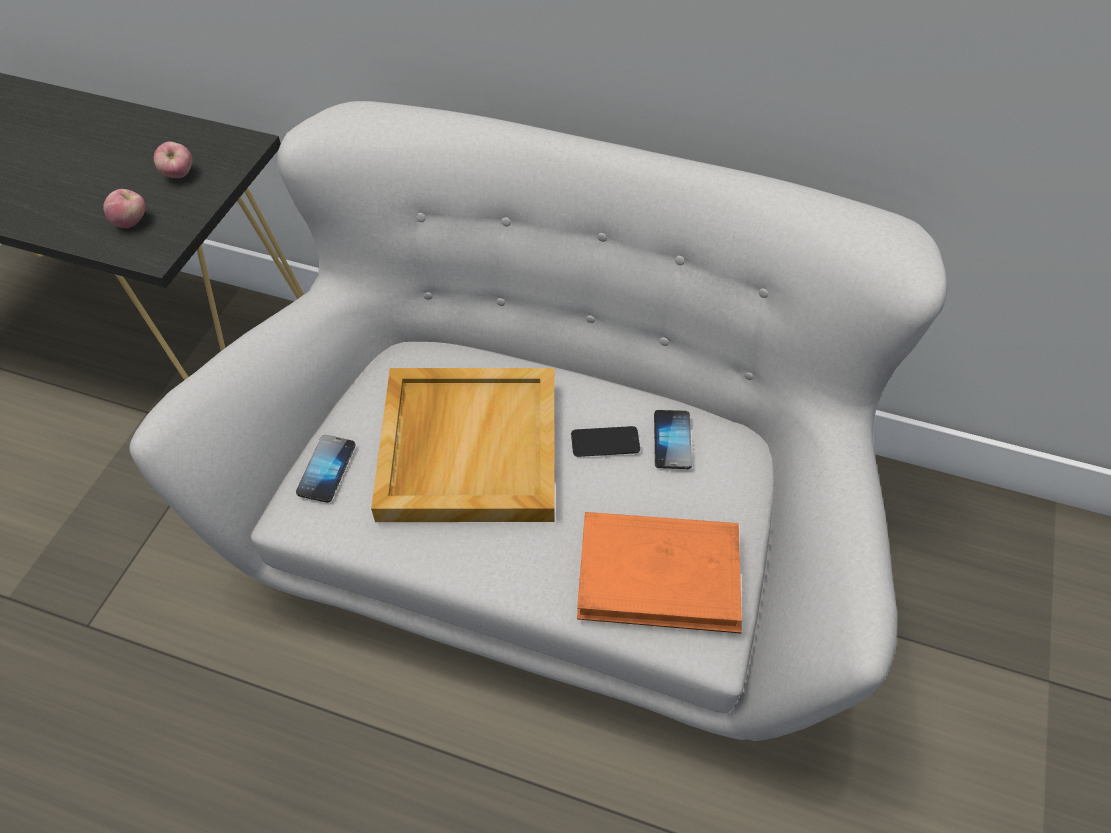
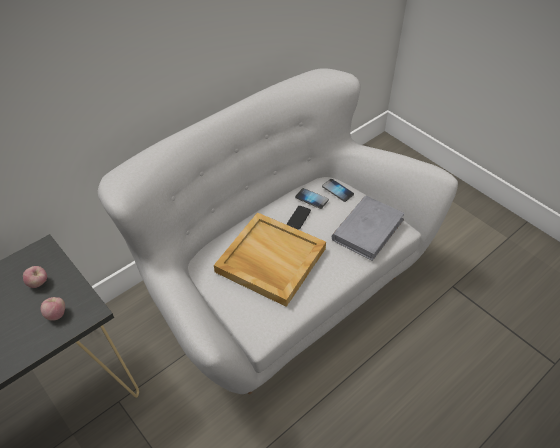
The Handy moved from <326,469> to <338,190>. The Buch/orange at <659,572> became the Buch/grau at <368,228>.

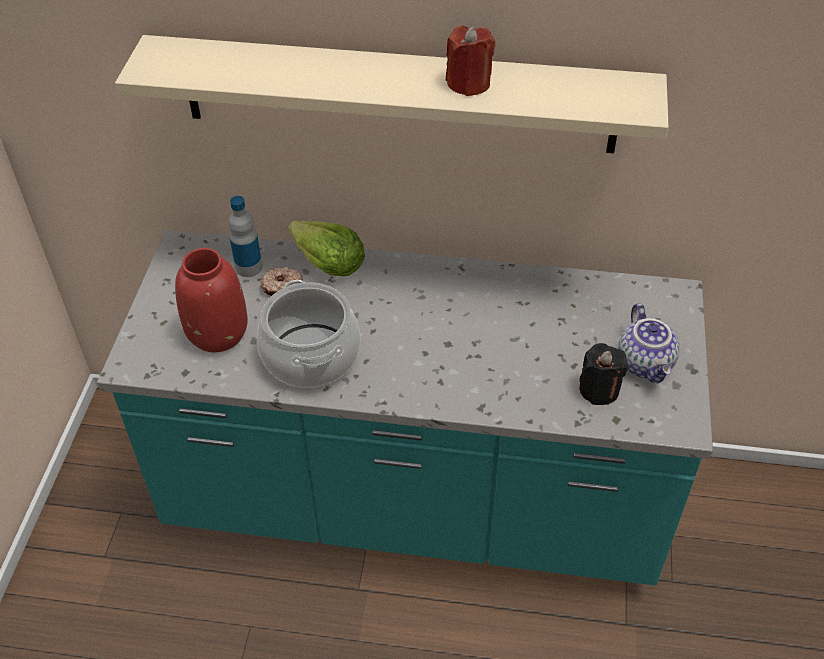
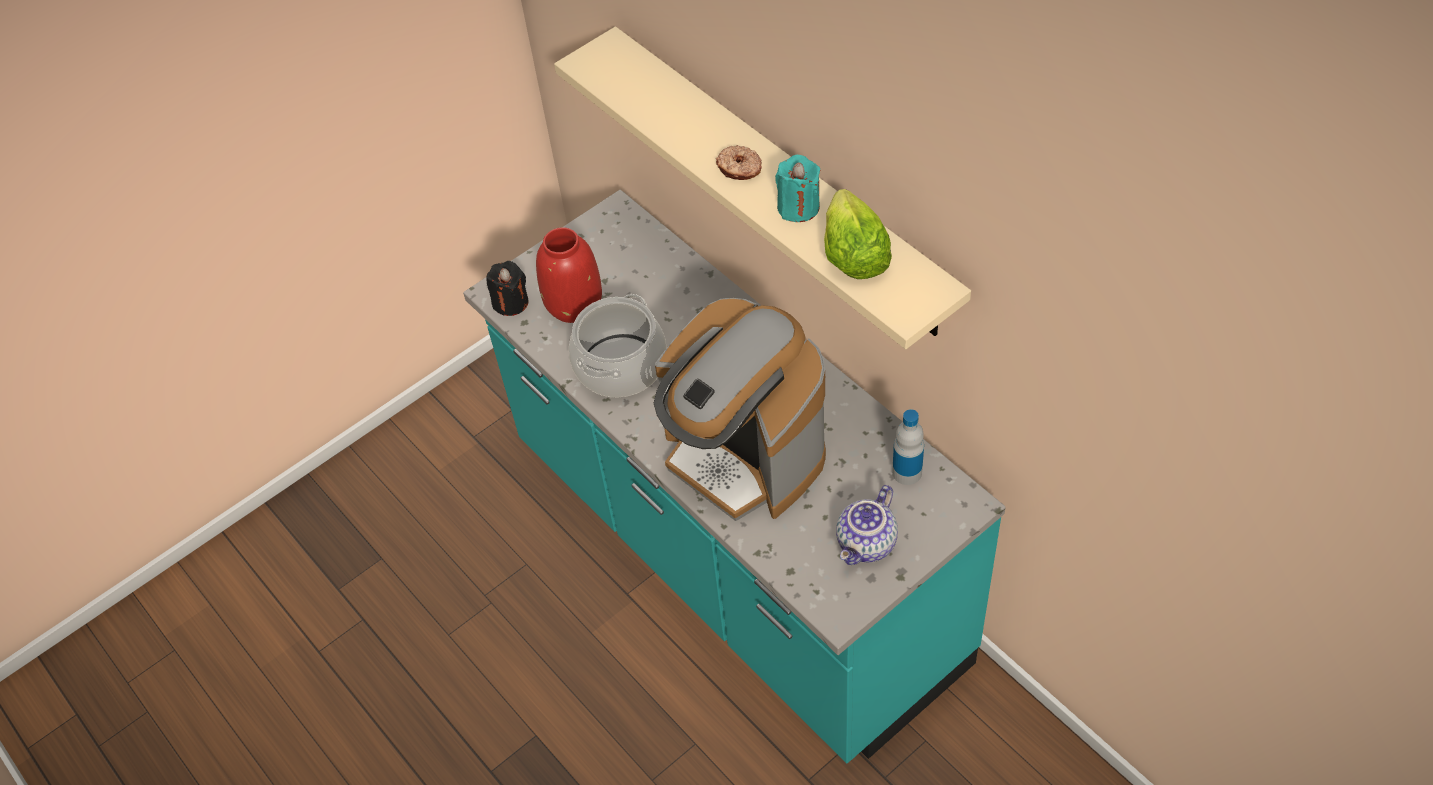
The Flasche moved from <245,236> to <908,447>. The Donut moved from <282,281> to <739,162>. The Salatkopf moved from <326,248> to <858,234>. The Kerze/rot at <470,61> became the Kerze/türkis at <797,188>. The Kerze/schwarz moved from <603,374> to <507,288>. The Kaffeemaschine at <740,409> appeared.

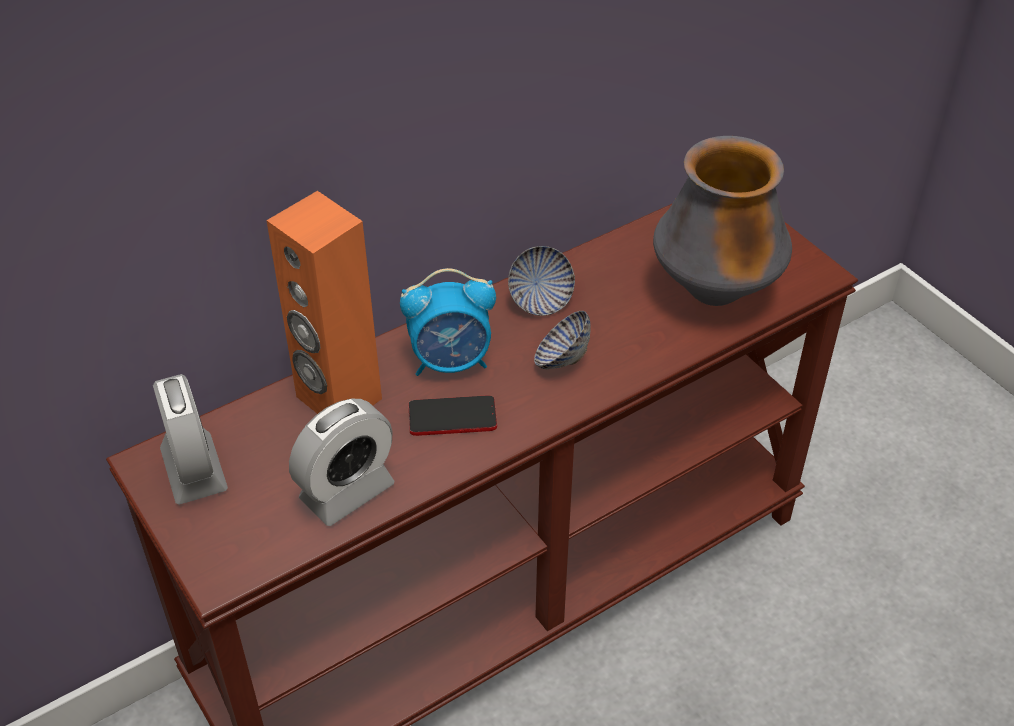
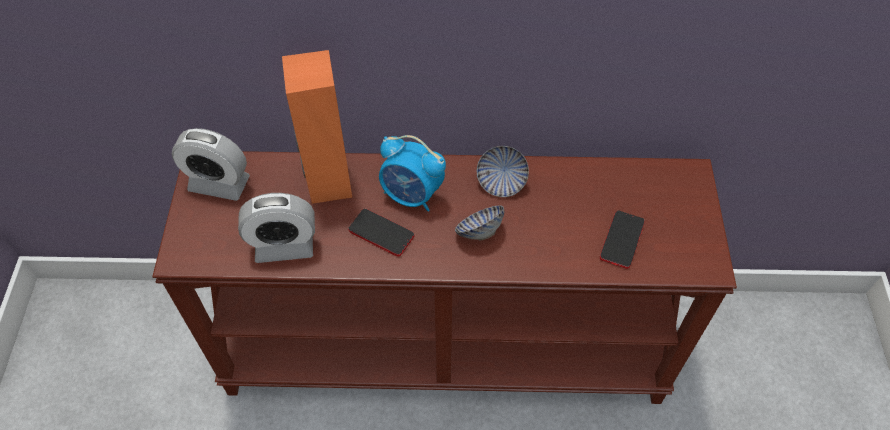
The Wecker at <190,439> turned 90 degrees clockwise. The Vase at <722,221> was replaced by the Handy at <622,239>.

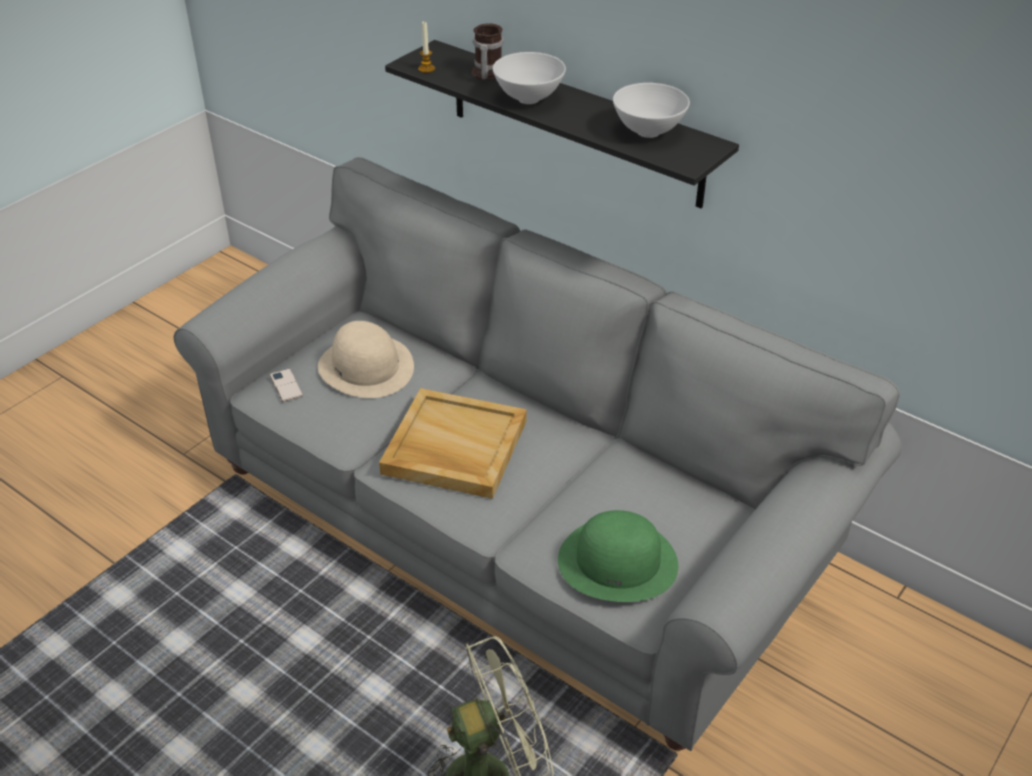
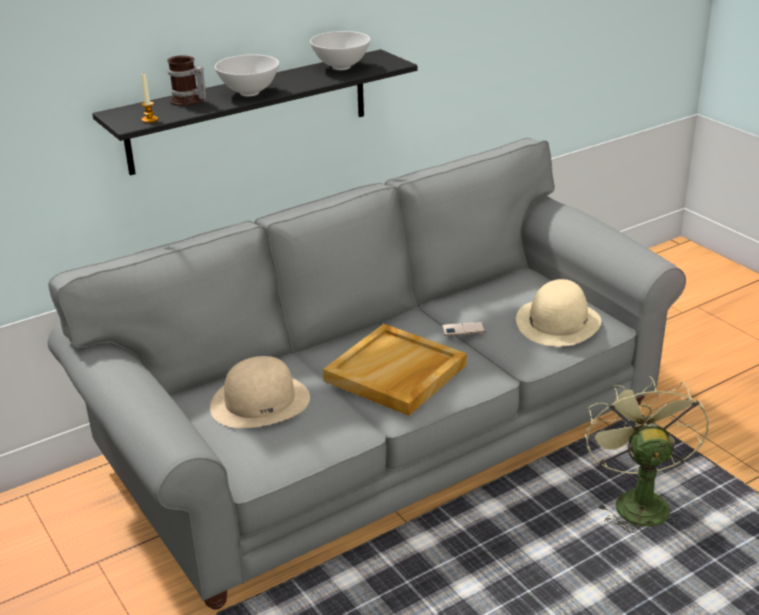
The Handy moved from <286,385> to <463,329>. The Hut/grün at <618,556> became the Hut/beige at <558,313>.

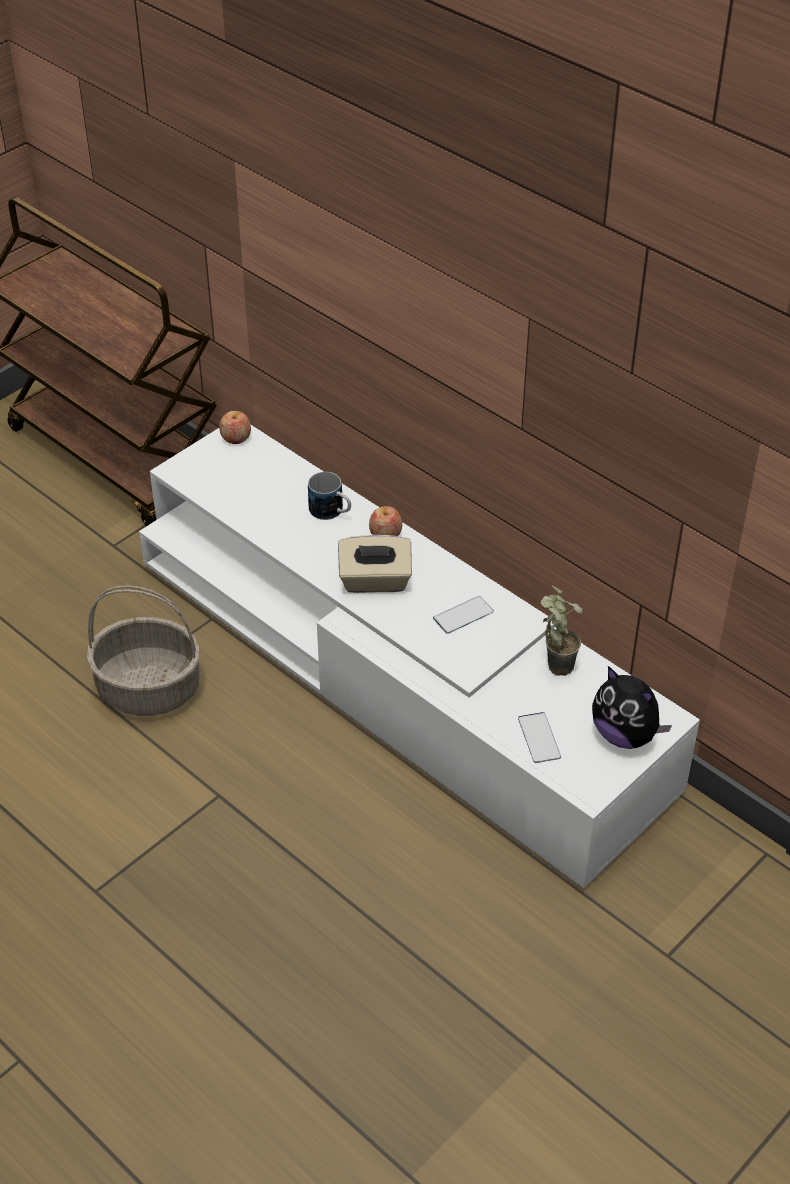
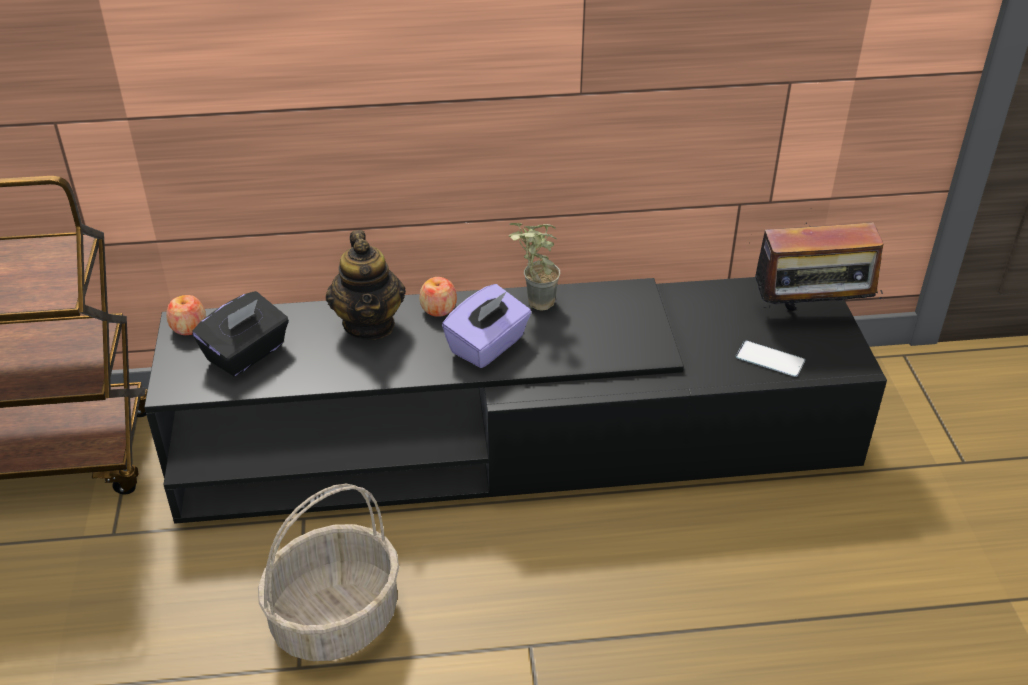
The Fernsehschrank/weiß at <419,656> became the Fernsehschrank/schwarz at <515,400>. The Henkelbecher at <329,496> was replaced by the Teekanne at <366,285>. The Taschentuchbox/beige at <375,564> became the Taschentuchbox/lila at <486,326>. The Handy at <463,615> disappeared. The Topfpflanze moved from <561,631> to <534,267>. The Plüschtier at <632,707> was replaced by the Radio at <819,259>. The Taschentuchbox/schwarz at <240,333> appeared.

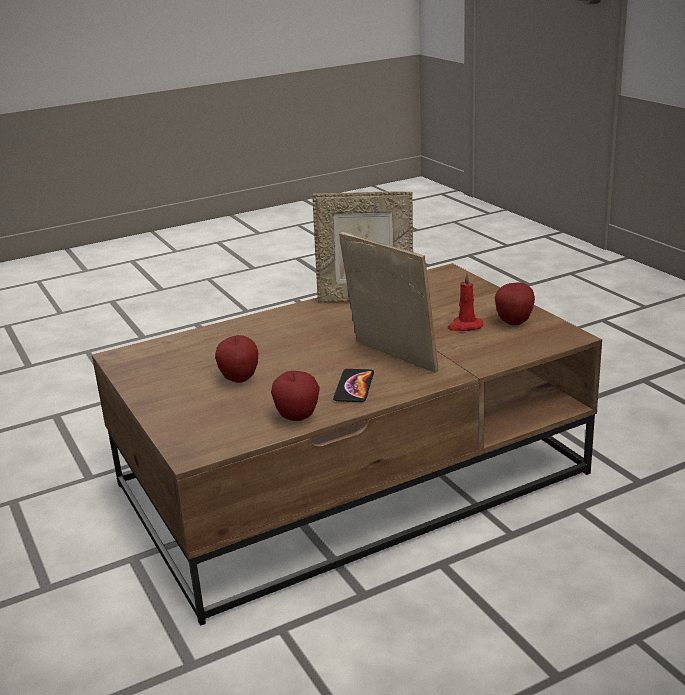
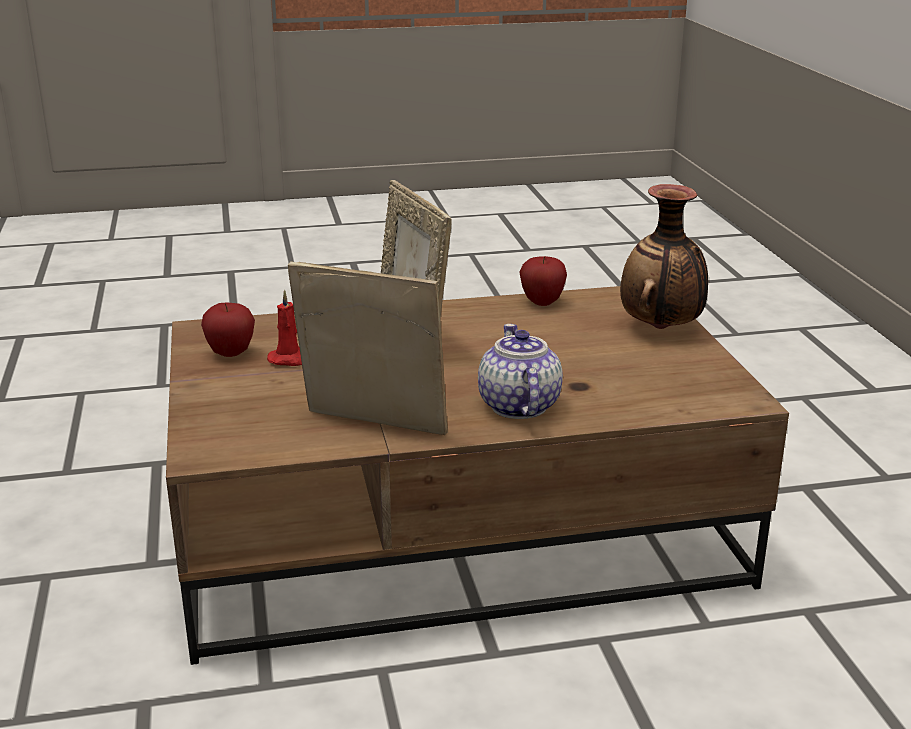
The Apfel at <236,359> disappeared. The Handy at <353,385> disappeared. The Teekanne at <520,371> appeared. The Vase at <664,256> appeared.

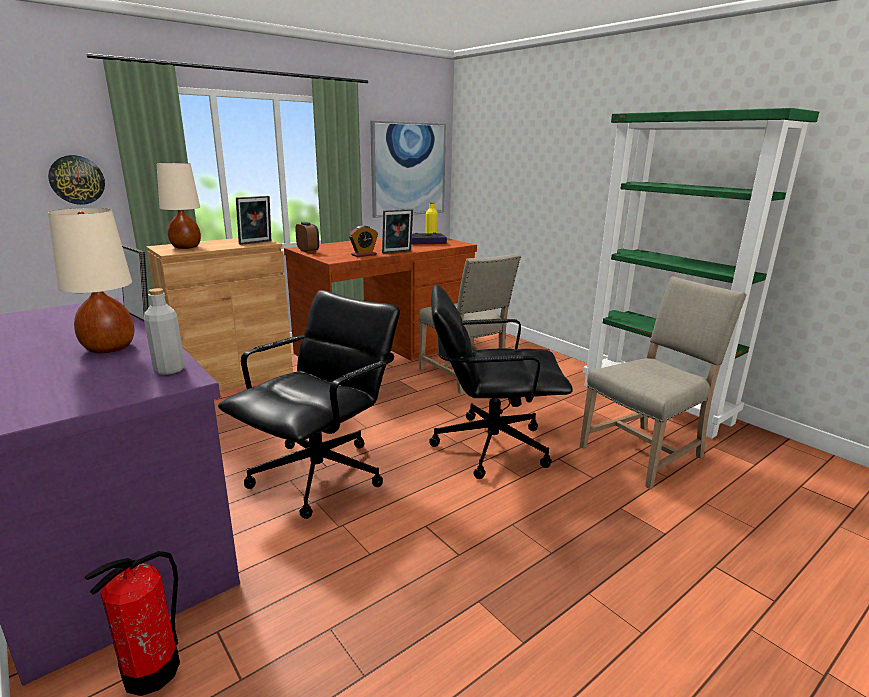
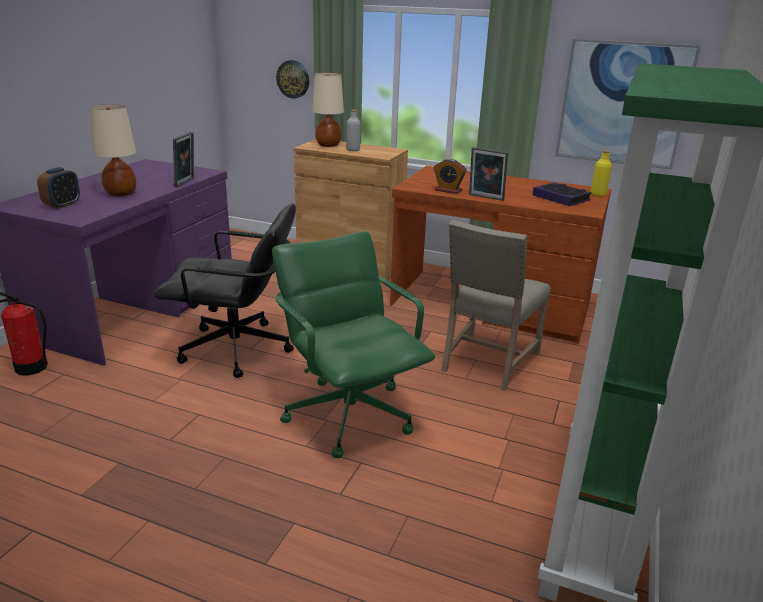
The Flasche/grau moved from <164,331> to <353,130>. The Bilderrahmen at <253,220> disappeared. The Wecker moved from <307,237> to <58,188>. The Bürostuhl/schwarz at <501,382> became the Bürostuhl/grün at <353,344>. The Stuhl/beige at <663,382> disappeared.

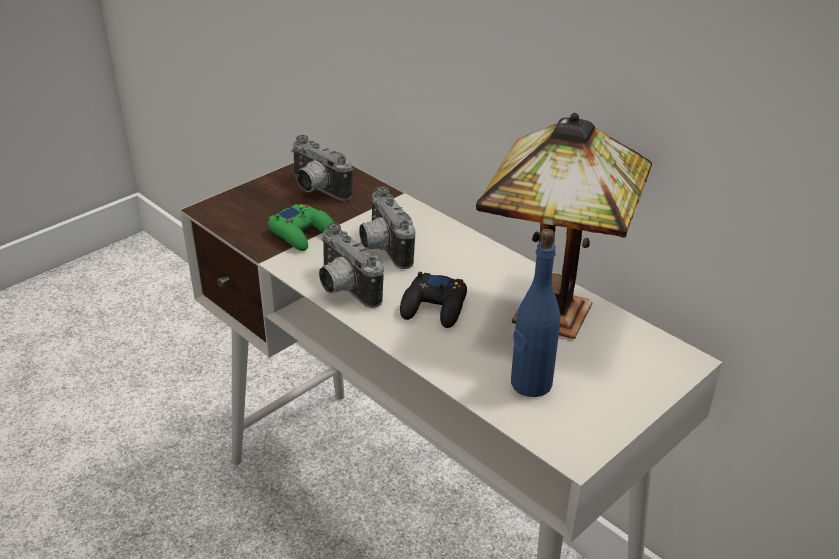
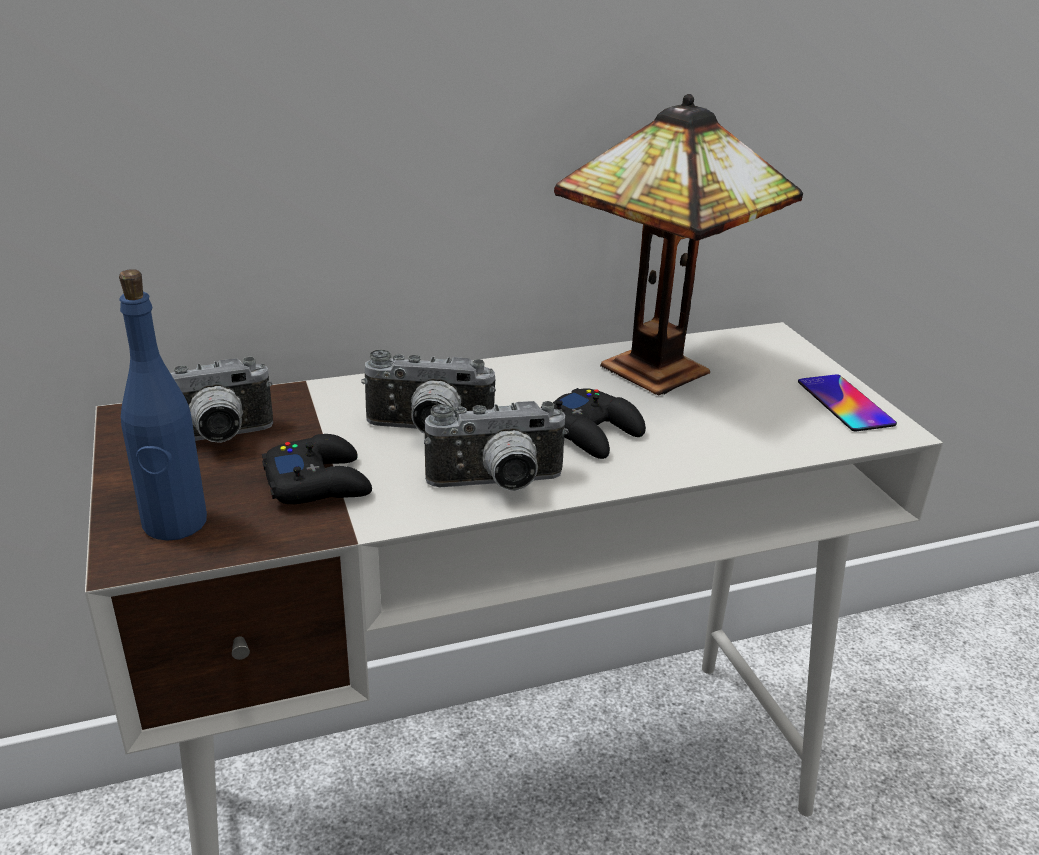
The Gamepad/grün at <301,227> became the Gamepad/schwarz at <317,469>. The Flasche/blau moved from <535,313> to <163,405>. The Handy at <847,403> appeared.

